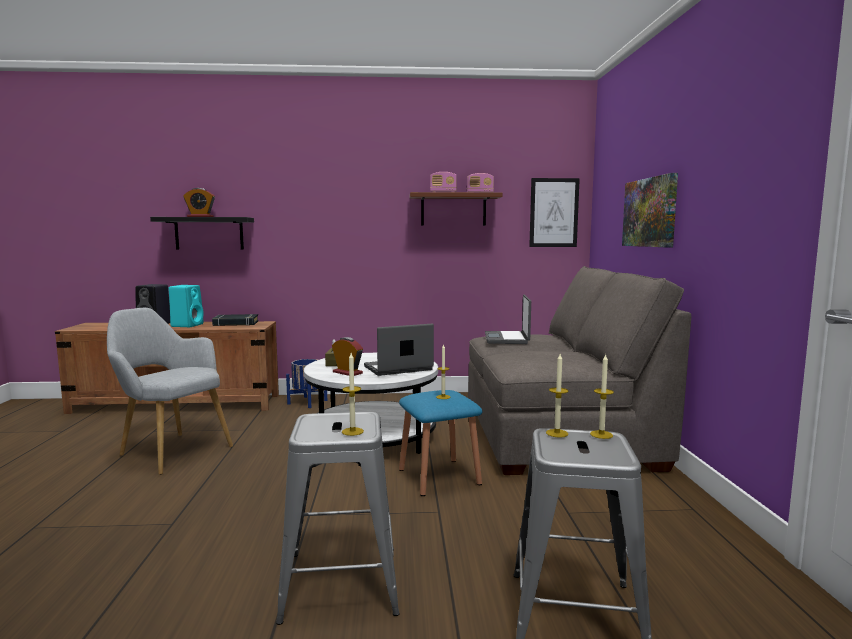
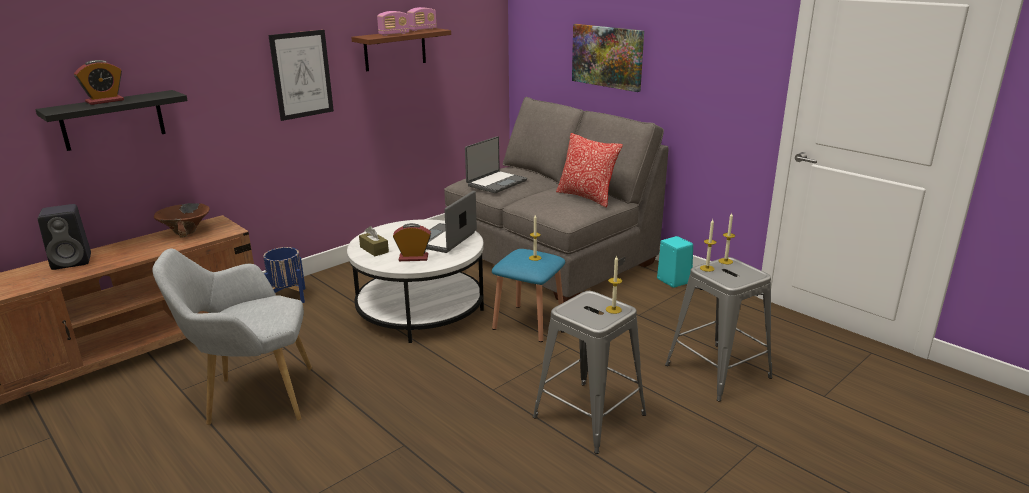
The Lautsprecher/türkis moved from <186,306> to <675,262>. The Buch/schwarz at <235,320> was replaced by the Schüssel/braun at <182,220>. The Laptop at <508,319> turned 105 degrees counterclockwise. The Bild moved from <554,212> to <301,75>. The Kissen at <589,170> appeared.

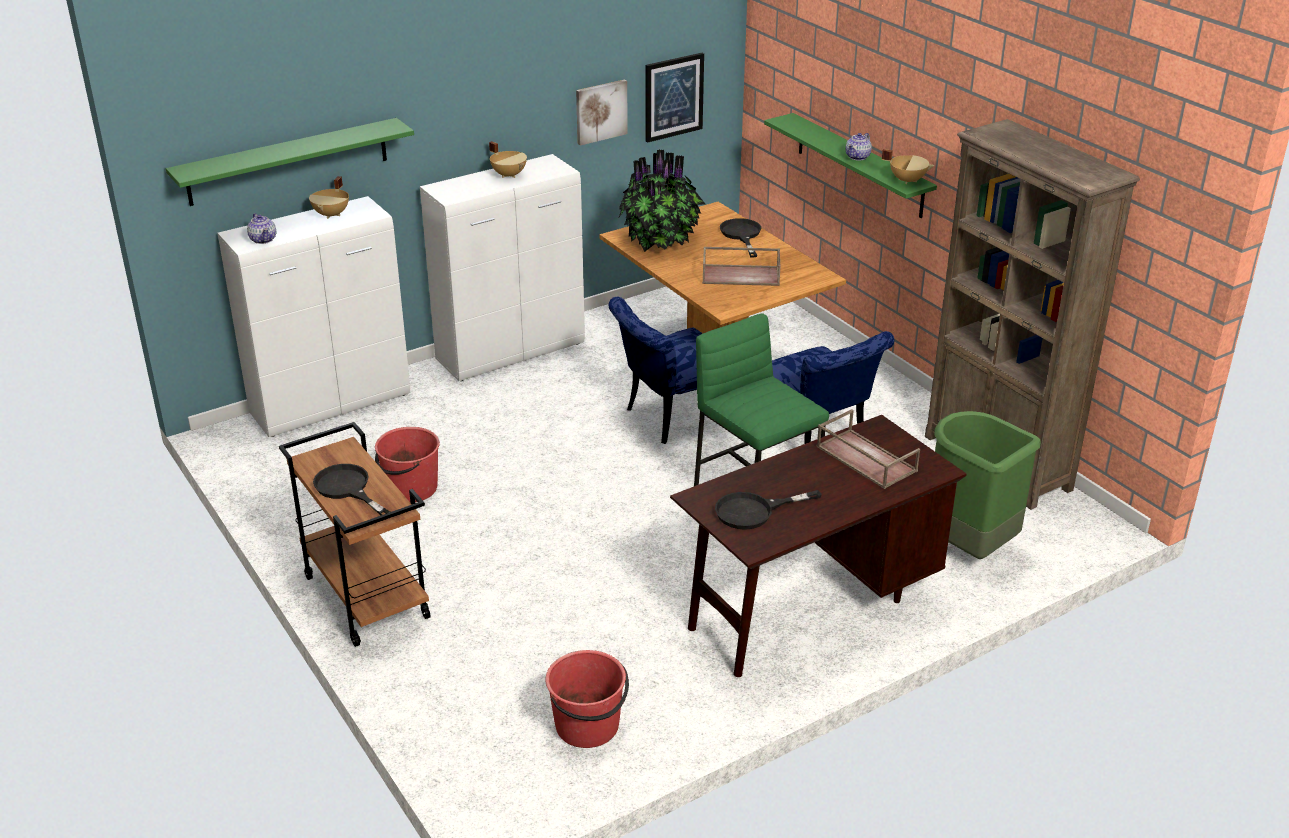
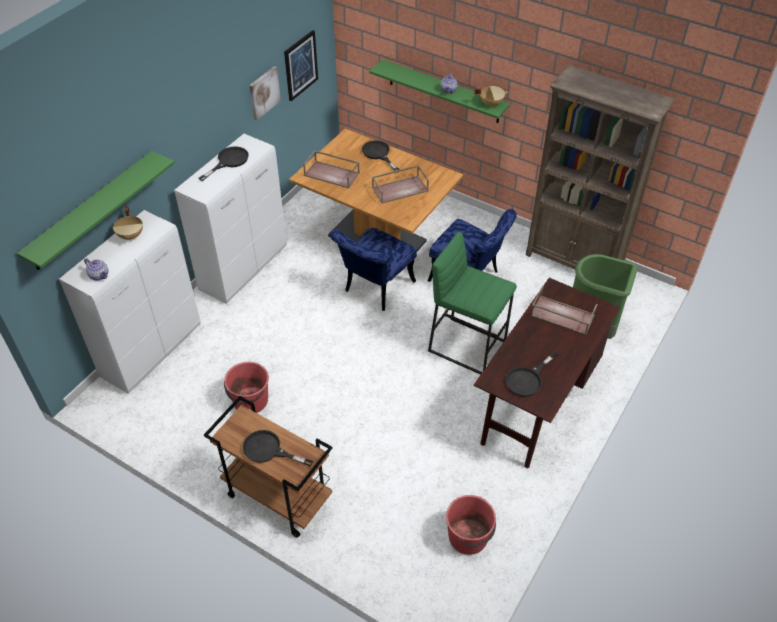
The Kochtopf/beige at <508,159> was replaced by the Pfanne/schwarz at <224,163>. The Topfpflanze at <662,201> was replaced by the Tablett/braun at <331,169>.

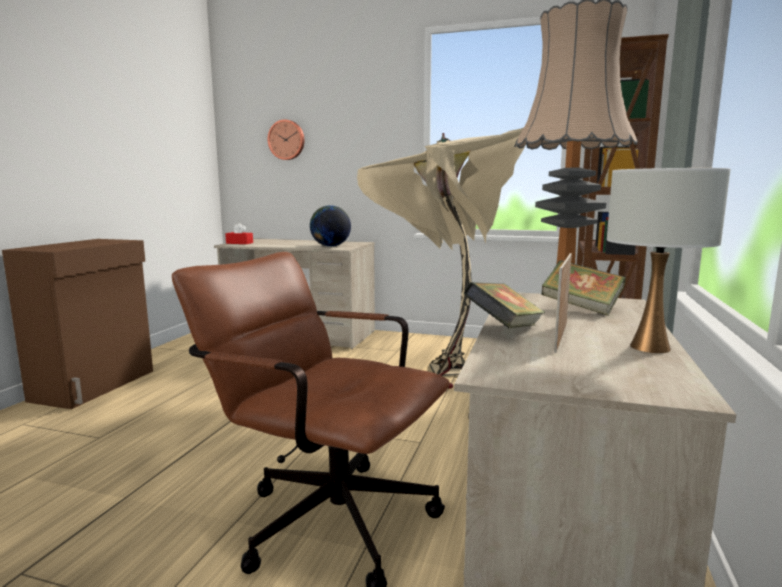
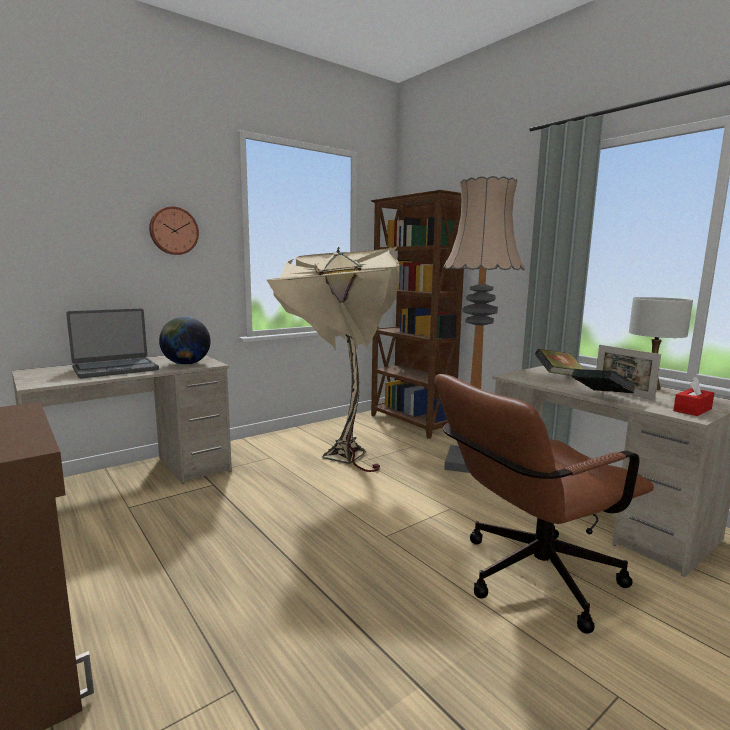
The Taschentuchbox/rot moved from <239,233> to <693,396>. The Wanduhr moved from <286,139> to <174,230>. The Laptop at <112,343> appeared.

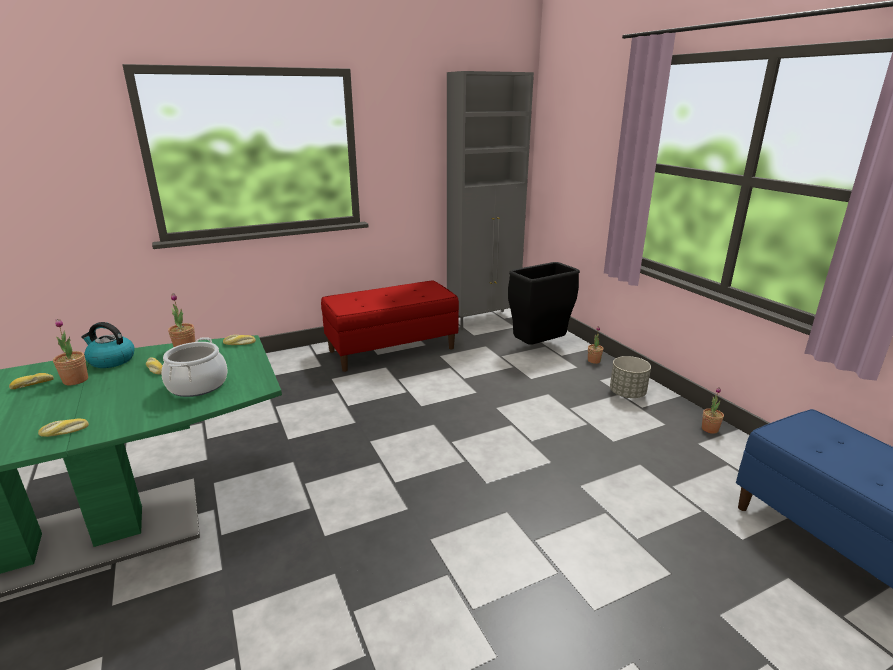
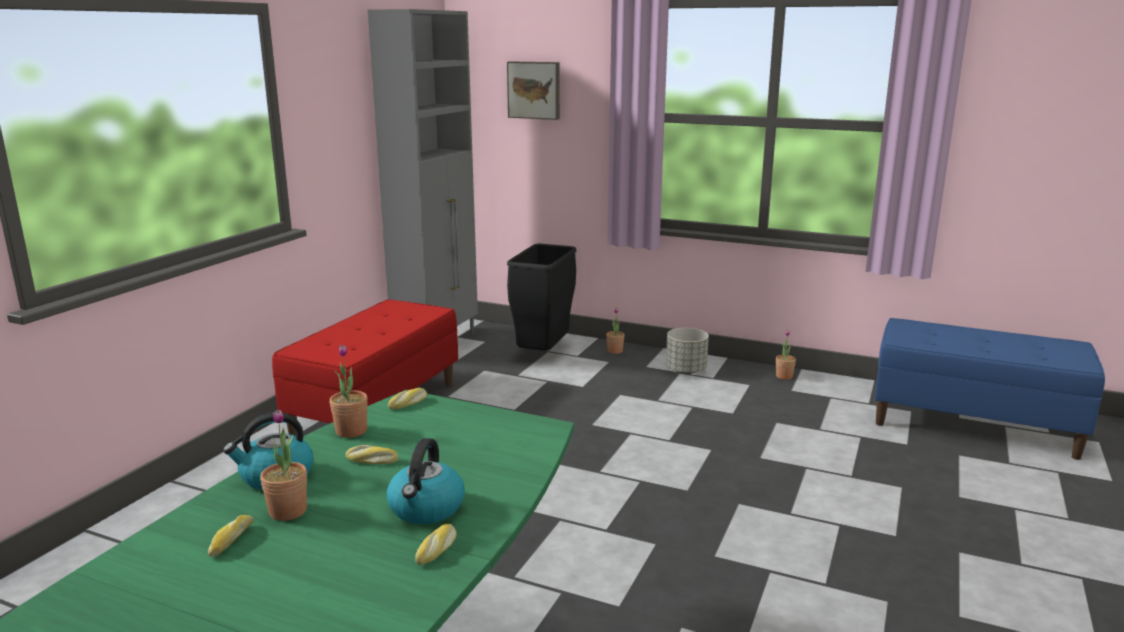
The Kochtopf at <195,367> disappeared. The Wasserkessel at <426,481> appeared. The Bild at <533,90> appeared.

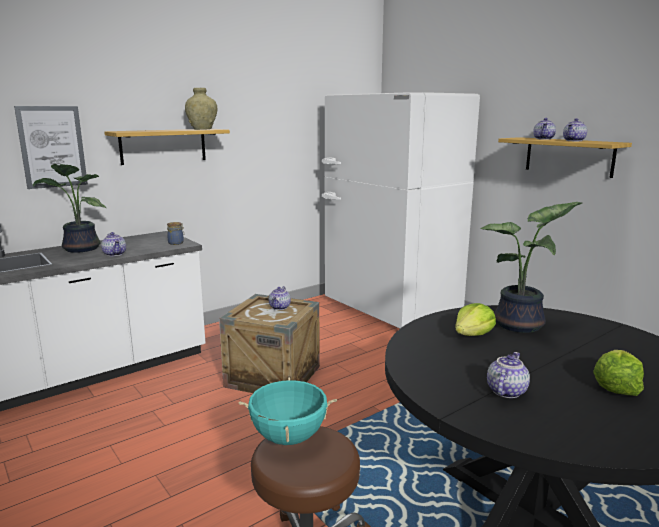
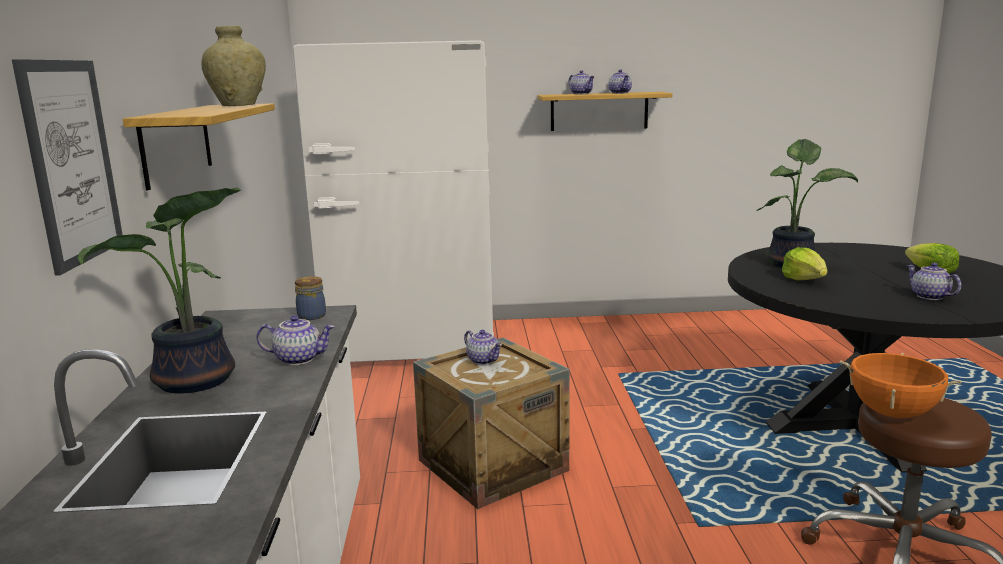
The Kochtopf/türkis at <288,411> became the Kochtopf/orange at <901,385>.

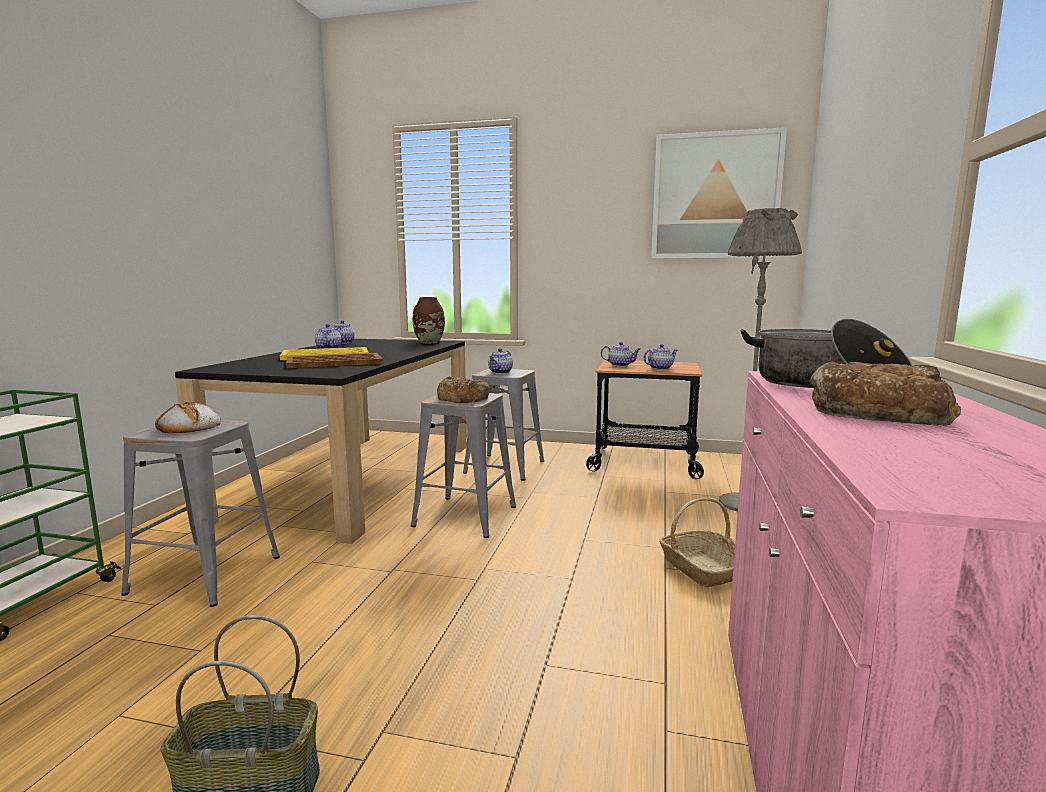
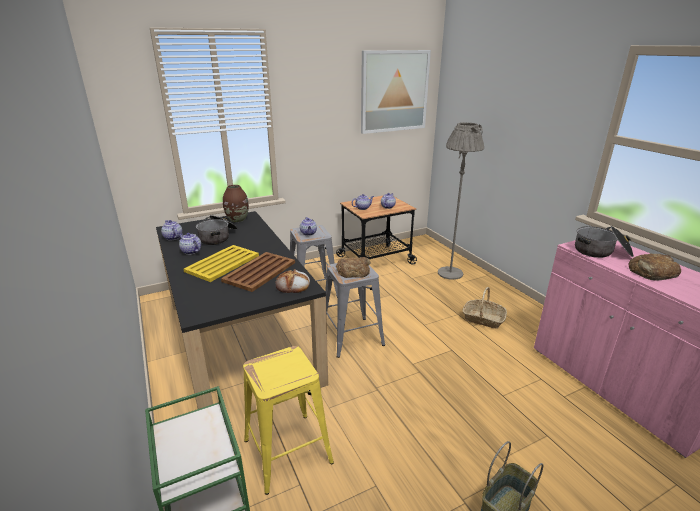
The Hocker/grau at <200,513> became the Hocker/gelb at <288,420>. The Brot moved from <188,417> to <292,281>. The Kochtopf at <216,230> appeared.

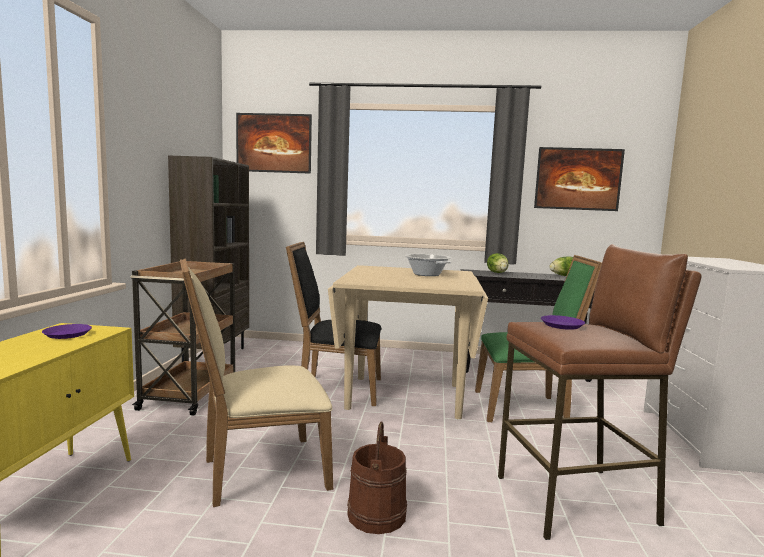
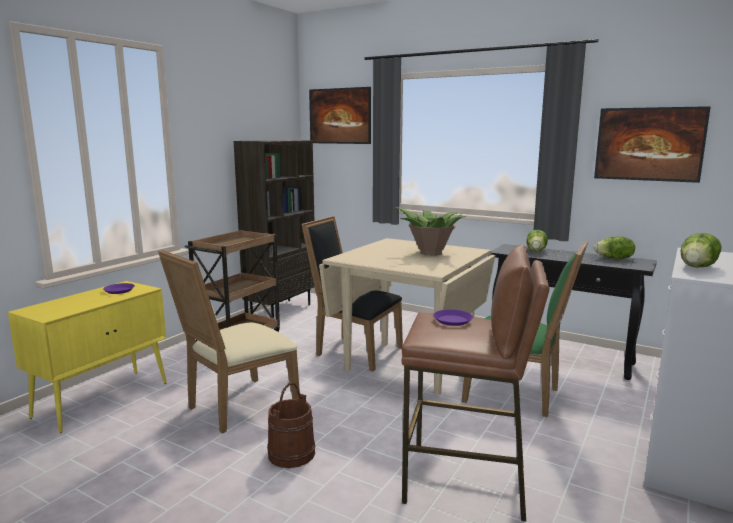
The Stuhl/beige at <256,382> turned 45 degrees counterclockwise. The Kochtopf at <427,265> was replaced by the Topfpflanze at <431,231>. The Salatkopf at <701,250> appeared.

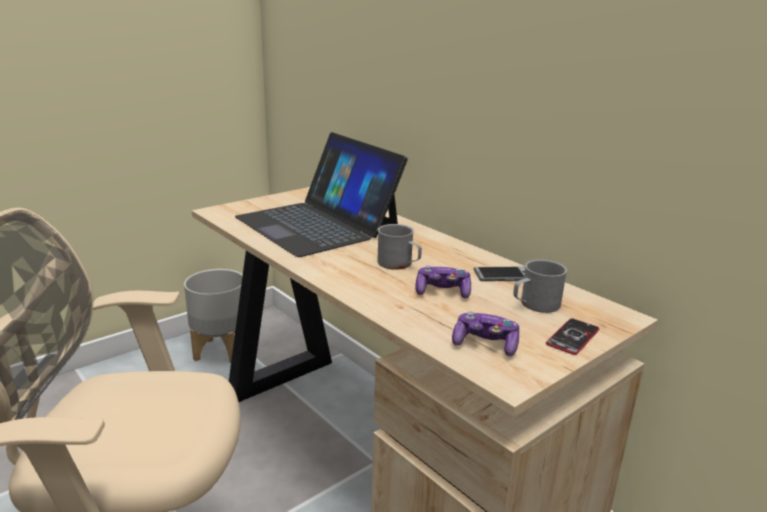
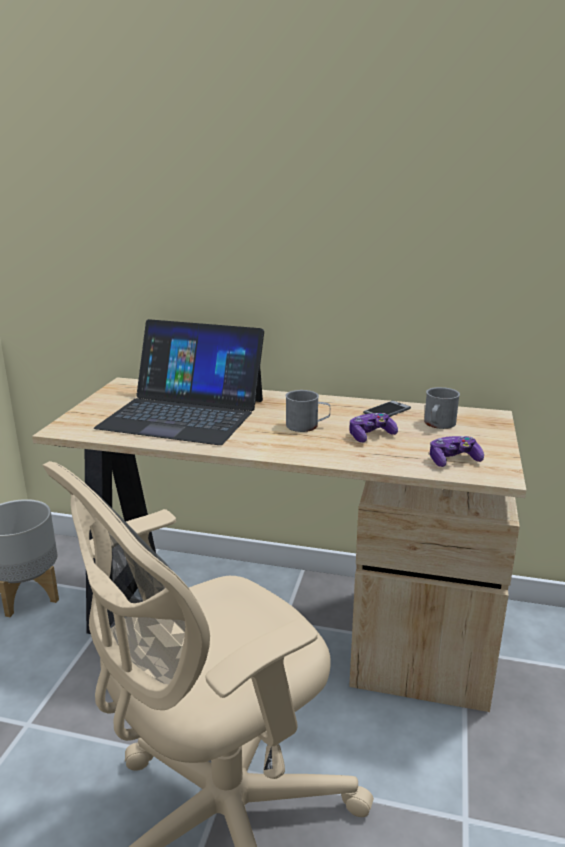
The Handy at <572,337> disappeared.

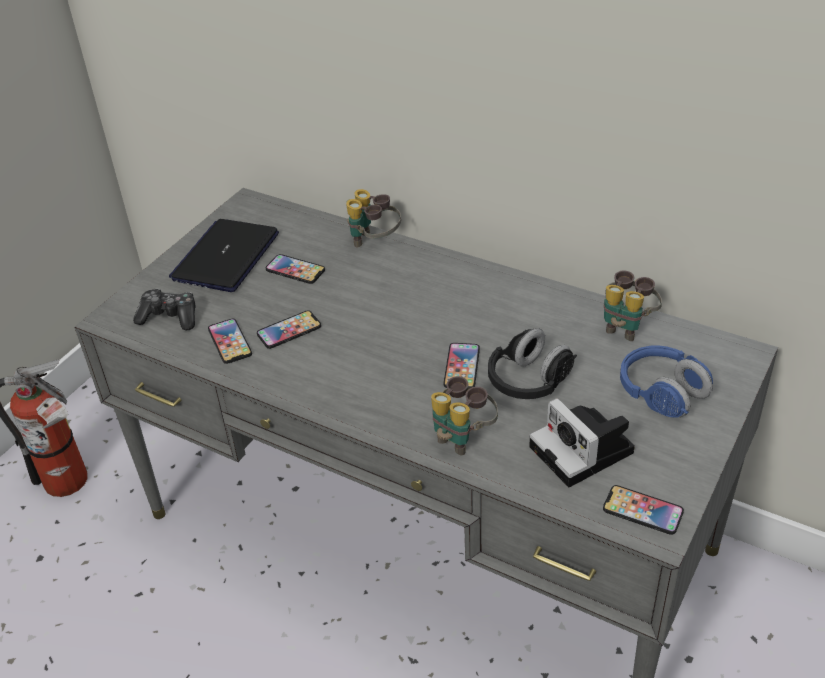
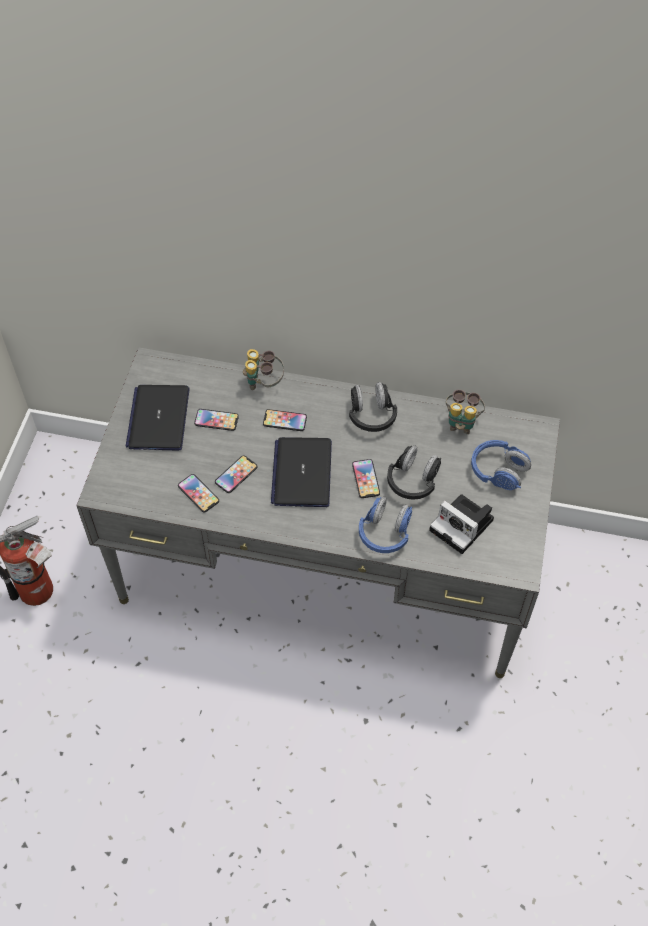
The Gamepad at <164,309> disappeared. The Fernglas at <464,415> was replaced by the Kopfhörer/blau at <385,524>. The Handy moved from <643,510> to <285,420>. The Laptop at <301,472> appeared. The Kopfhörer/schwarz at <373,407> appeared.

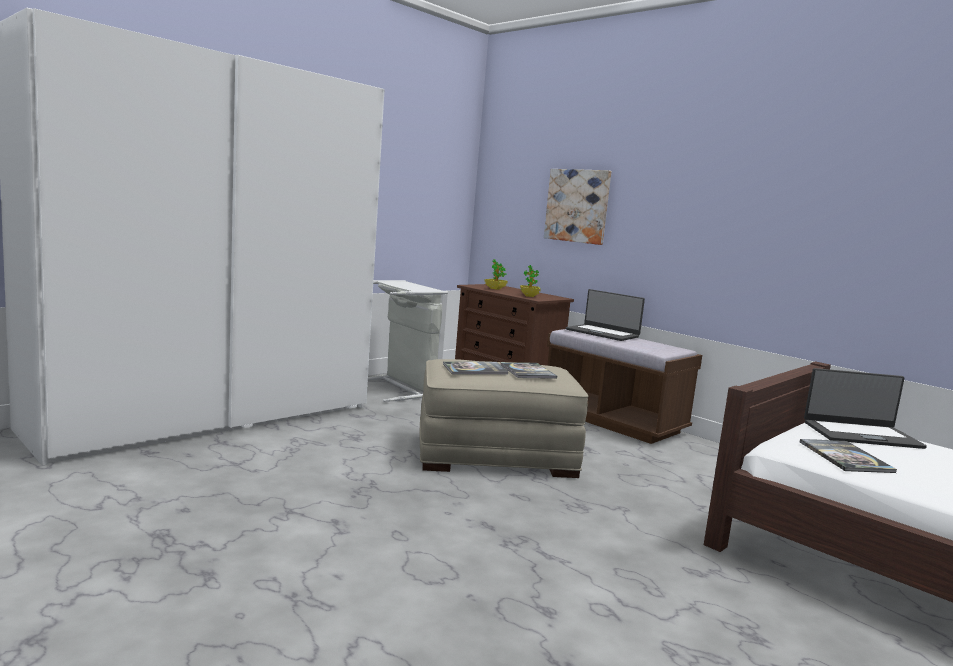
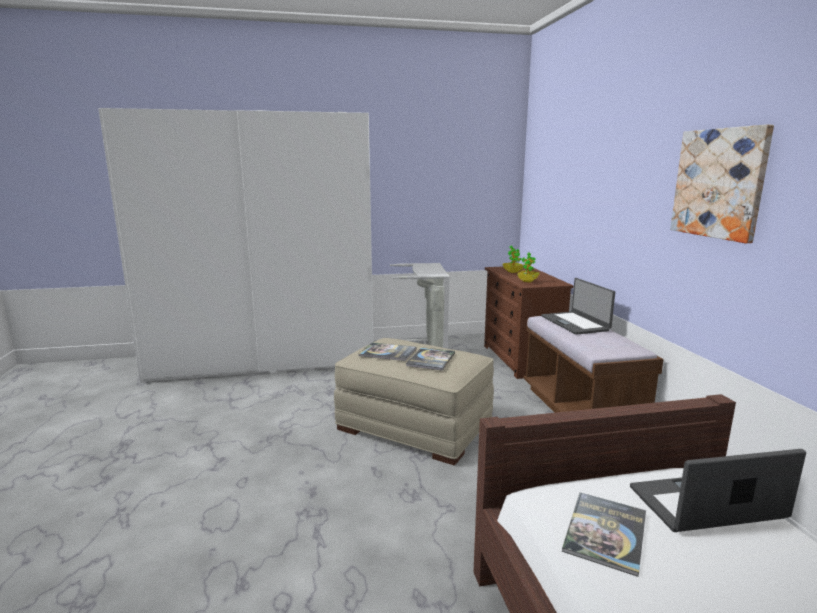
The Bild moved from <577,207> to <722,184>. The Laptop at <865,408> turned 135 degrees clockwise.

